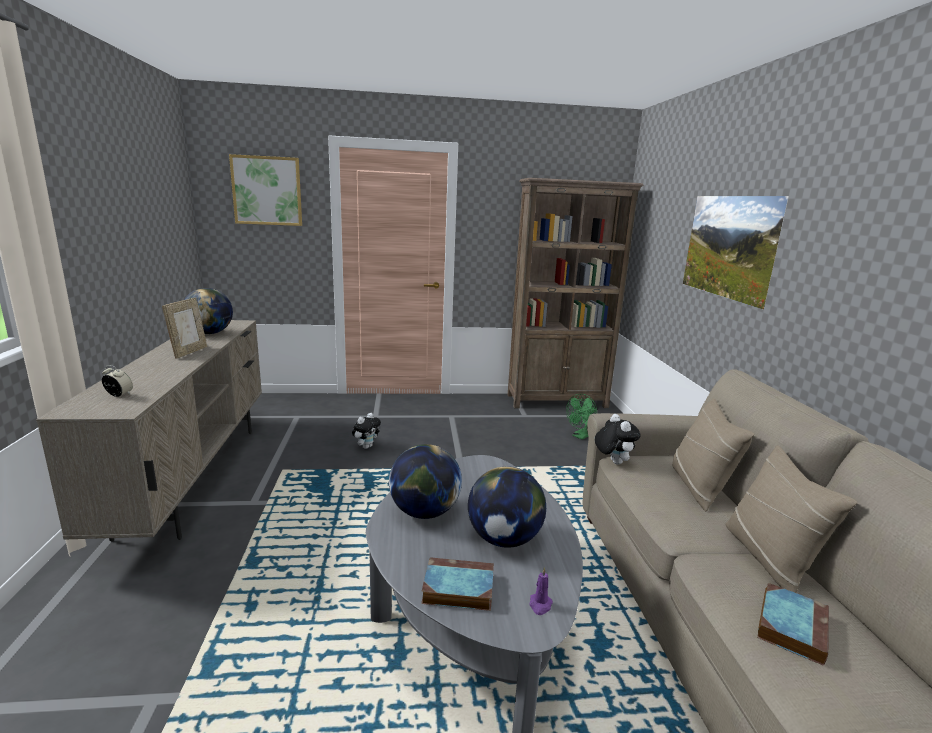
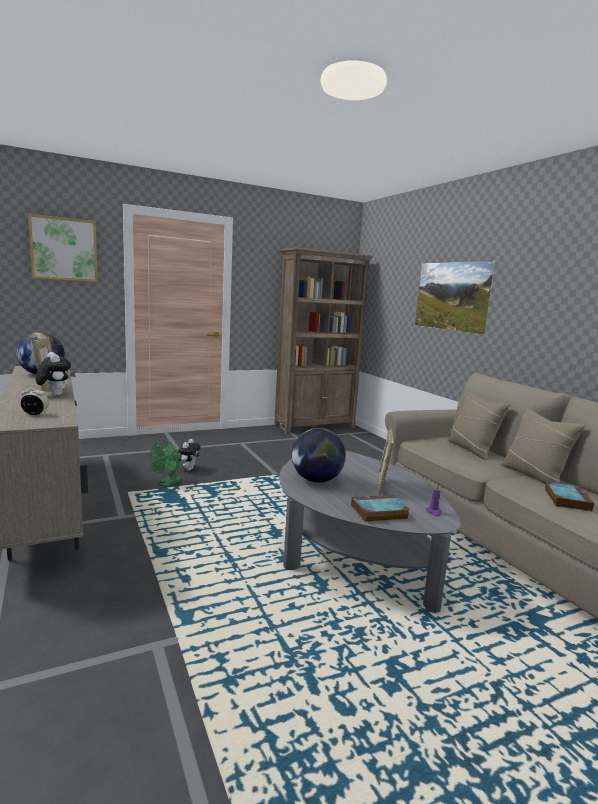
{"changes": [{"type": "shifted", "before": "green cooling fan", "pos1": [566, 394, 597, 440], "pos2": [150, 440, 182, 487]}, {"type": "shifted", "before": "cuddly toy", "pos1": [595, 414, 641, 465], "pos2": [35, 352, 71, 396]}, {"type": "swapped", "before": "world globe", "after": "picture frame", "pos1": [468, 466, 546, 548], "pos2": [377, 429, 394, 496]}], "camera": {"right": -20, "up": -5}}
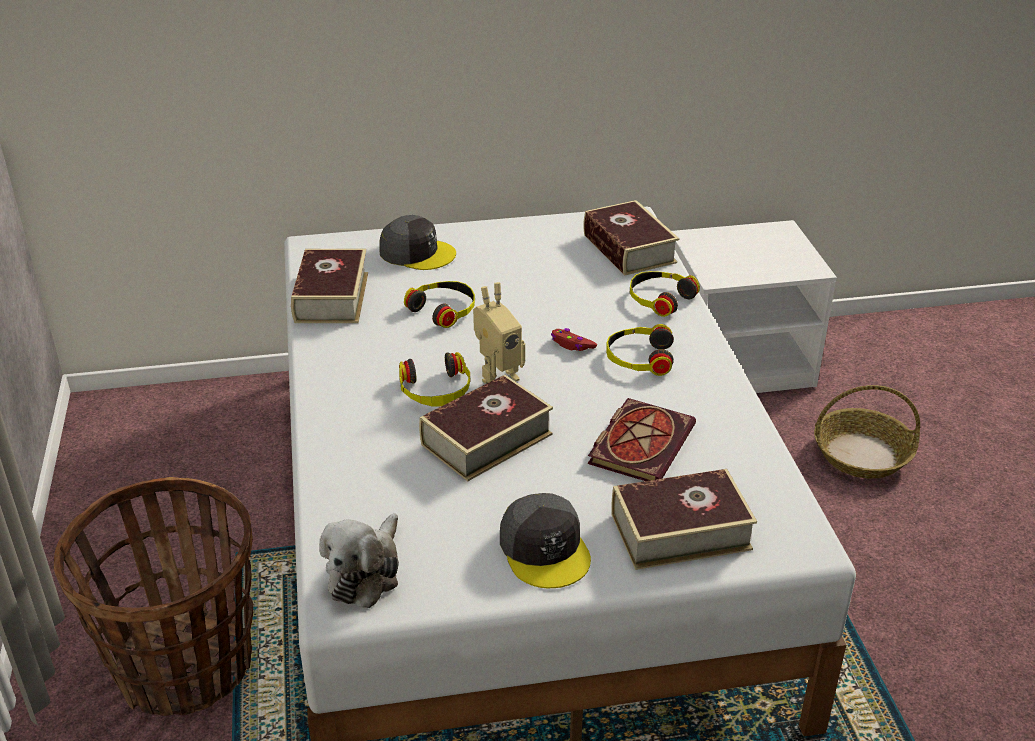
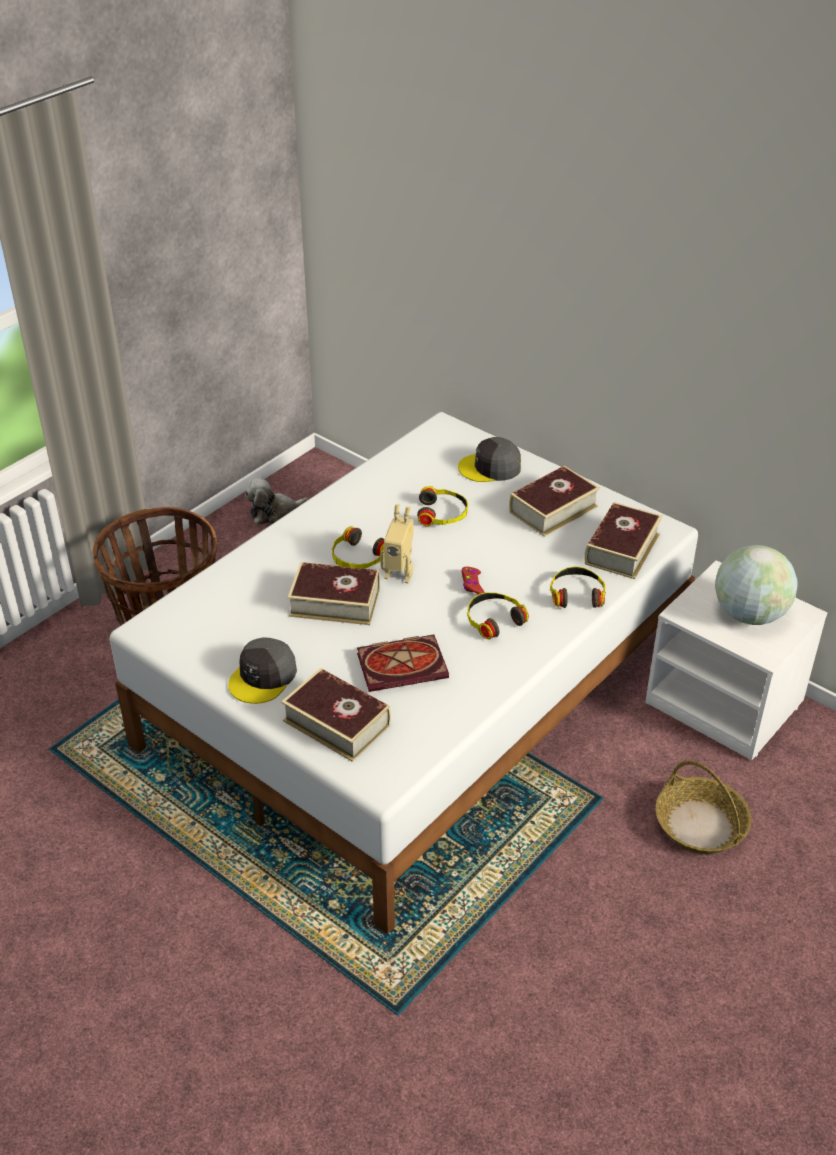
{"changes": [{"type": "new", "after": "world globe", "pos2": [715, 545, 798, 625]}, {"type": "shifted", "before": "book", "pos1": [291, 249, 368, 323], "pos2": [509, 466, 600, 537]}, {"type": "shifted", "before": "cuddly toy", "pos1": [319, 513, 399, 608], "pos2": [245, 478, 309, 524]}, {"type": "rotated", "before": "grey cap", "pos1": [379, 215, 456, 270], "pos2": [458, 437, 521, 482], "turn": 105}], "camera": {"right": 50, "up": 5}}
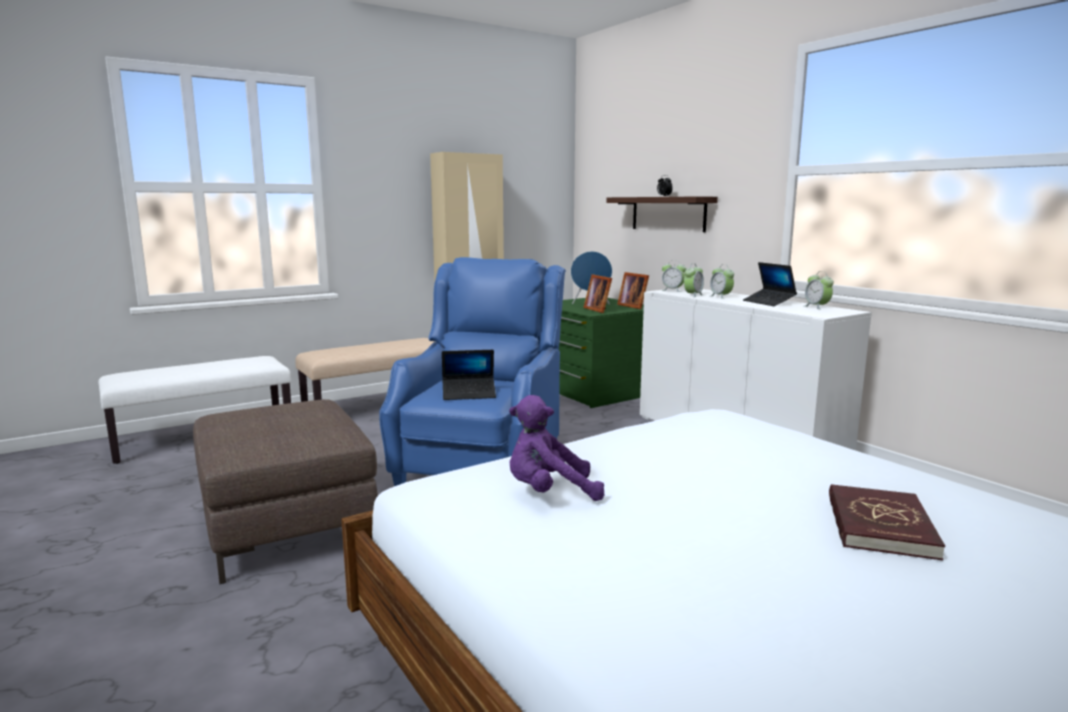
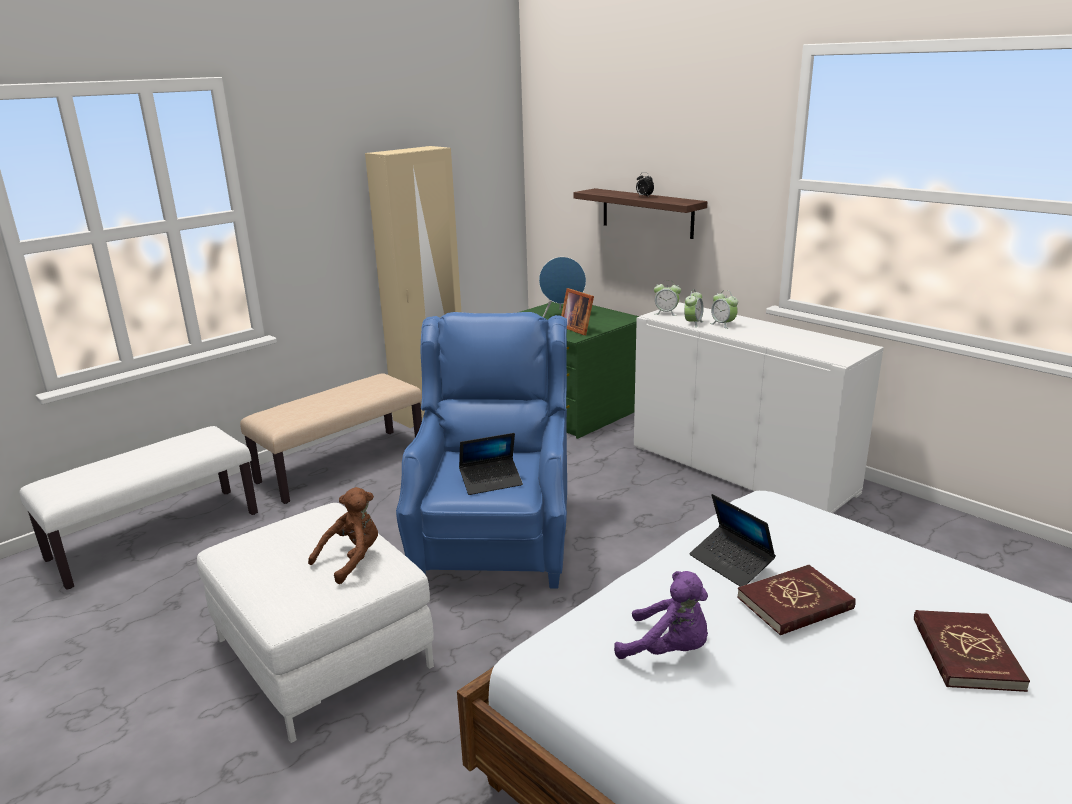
{"changes": [{"type": "gone", "before": "picture frame", "pos1": [617, 272, 649, 309]}, {"type": "gone", "before": "table clock", "pos1": [805, 271, 834, 310]}, {"type": "new", "after": "brownish cuddly toy", "pos2": [308, 487, 378, 584]}, {"type": "new", "after": "red book", "pos2": [737, 565, 856, 635]}, {"type": "shifted", "before": "laptop", "pos1": [743, 262, 797, 306], "pos2": [689, 494, 776, 587]}, {"type": "repainted", "before": "brownish footrest", "after": "white-coloured footrest", "pos1": [193, 399, 378, 584], "pos2": [197, 503, 434, 743]}, {"type": "rotated", "before": "purple-coloured cuddly toy", "pos1": [509, 395, 604, 501], "pos2": [614, 571, 708, 659], "turn": -135}], "camera": {"right": -10, "up": 10}}
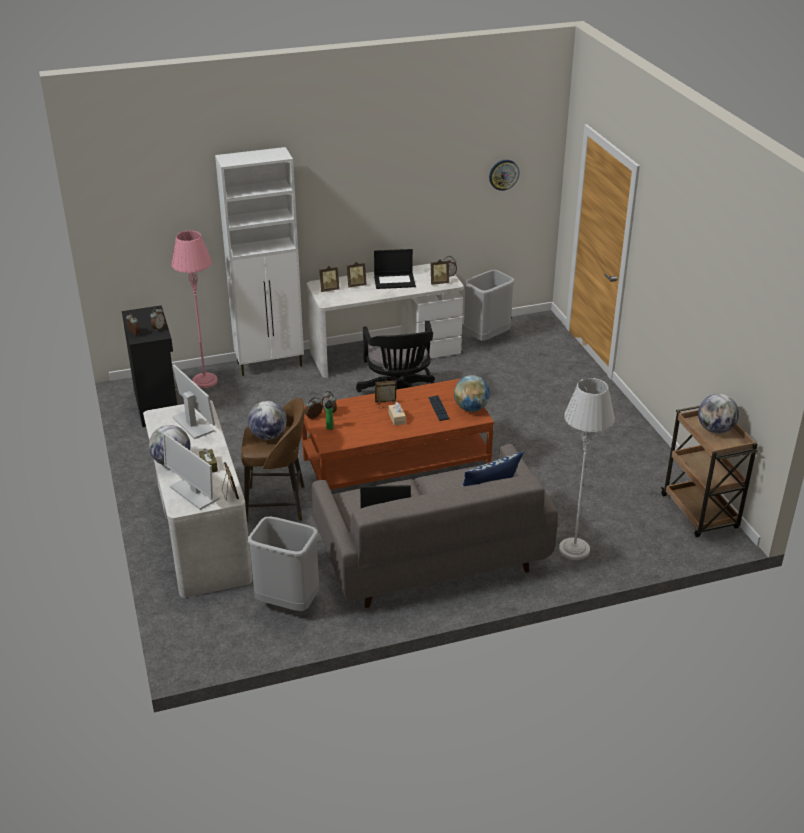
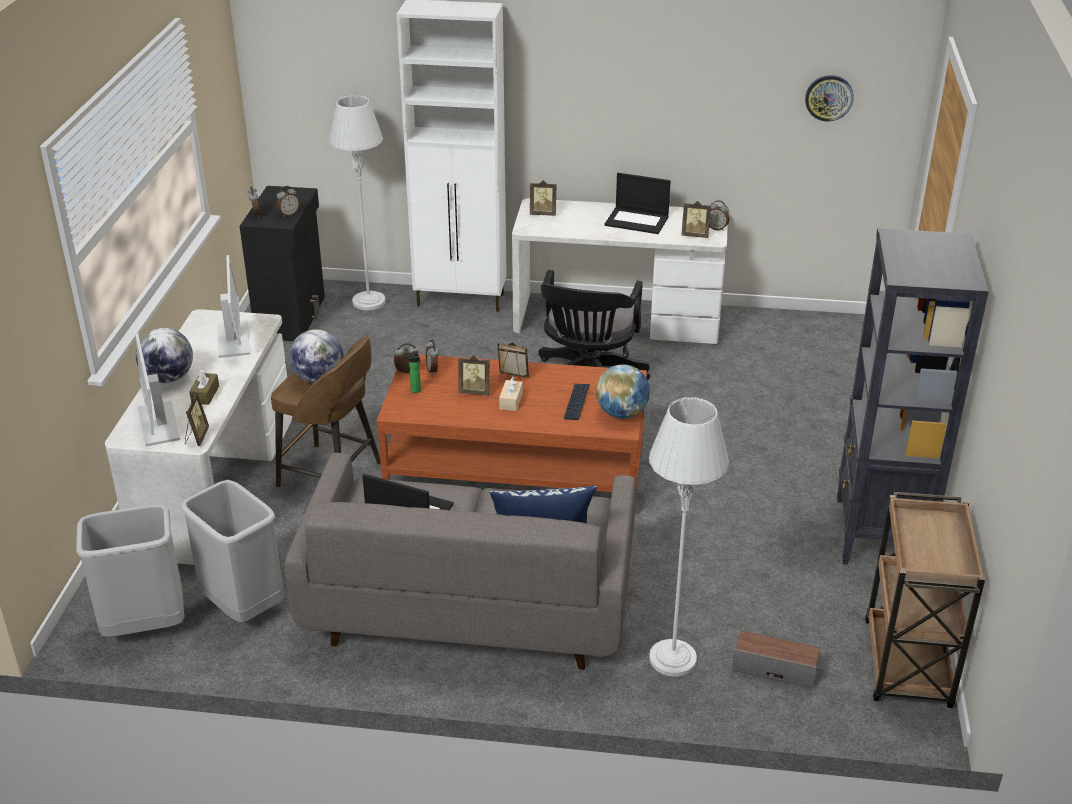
{"changes": [{"type": "gone", "before": "world globe", "pos1": [698, 394, 739, 433]}, {"type": "new", "after": "speaker", "pos2": [732, 630, 820, 688]}, {"type": "new", "after": "blackish shelving unit", "pos2": [837, 228, 989, 565]}, {"type": "shifted", "before": "picture frame", "pos1": [347, 262, 366, 287], "pos2": [458, 355, 489, 396]}, {"type": "shifted", "before": "grey trash can", "pos1": [464, 270, 515, 341], "pos2": [76, 504, 185, 637]}, {"type": "repainted", "before": "pinkish standard lamp", "after": "grey standard lamp", "pos1": [171, 231, 218, 388], "pos2": [329, 95, 386, 310]}], "camera": {"right": 25, "up": 0}}
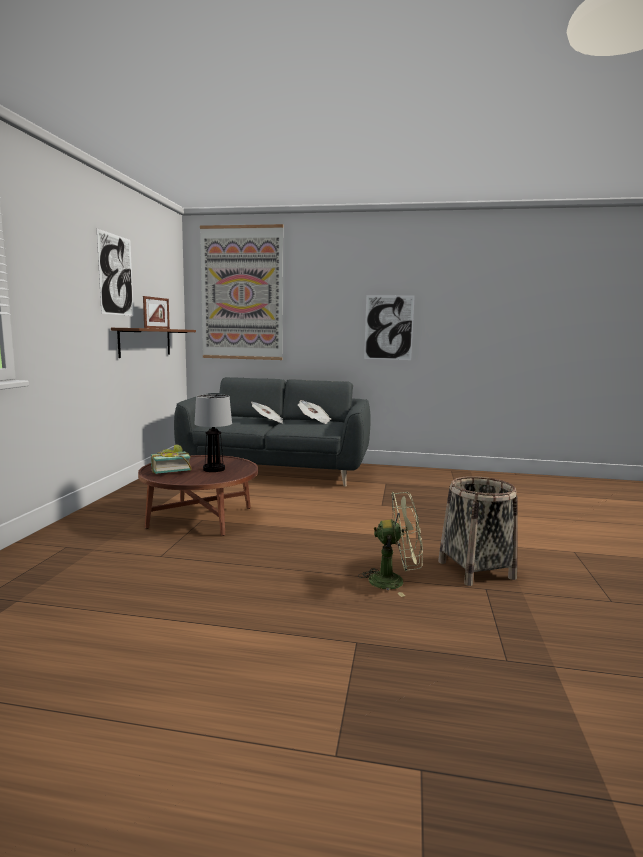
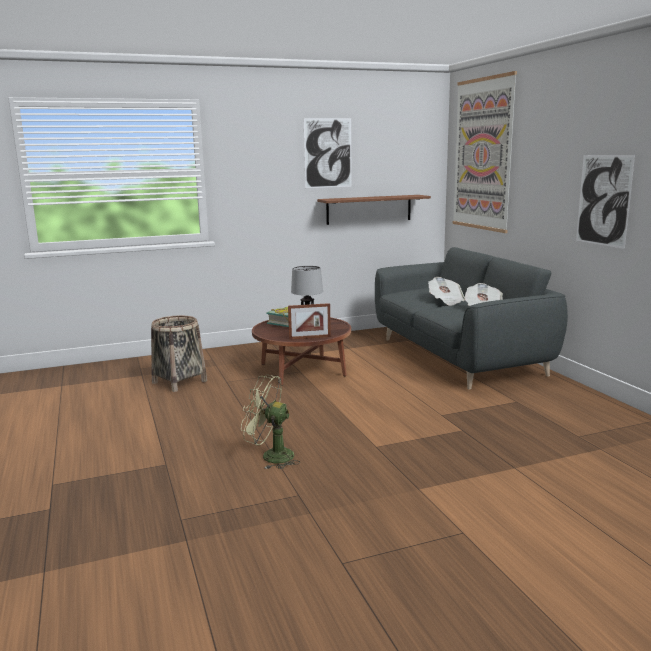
{"changes": [{"type": "shifted", "before": "picture frame", "pos1": [143, 296, 170, 329], "pos2": [288, 303, 331, 340]}, {"type": "shifted", "before": "storage basket", "pos1": [438, 476, 517, 586], "pos2": [151, 316, 207, 392]}, {"type": "rotated", "before": "green cooling fan", "pos1": [358, 492, 423, 597], "pos2": [241, 375, 300, 469], "turn": 135}], "camera": {"right": 60, "up": 5}}
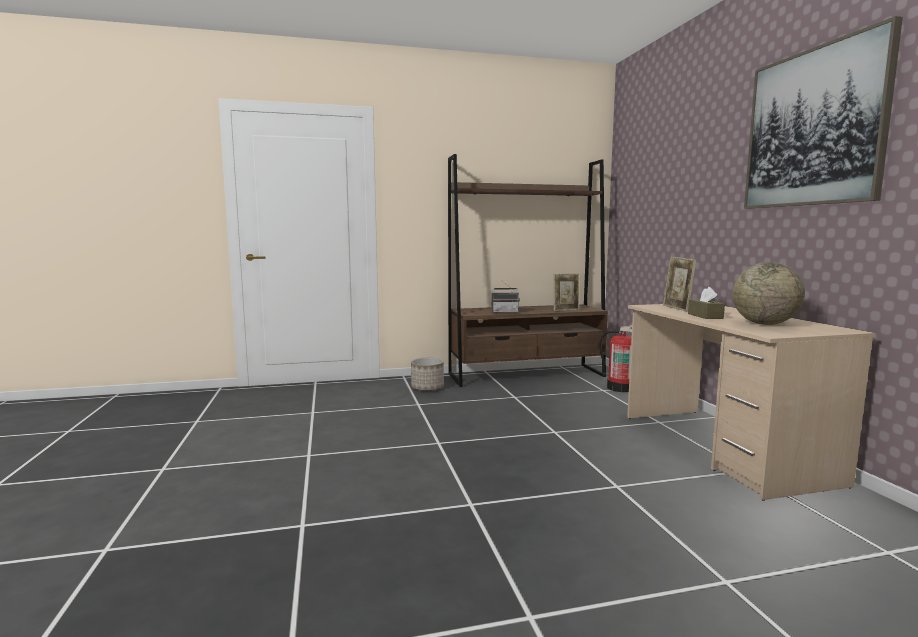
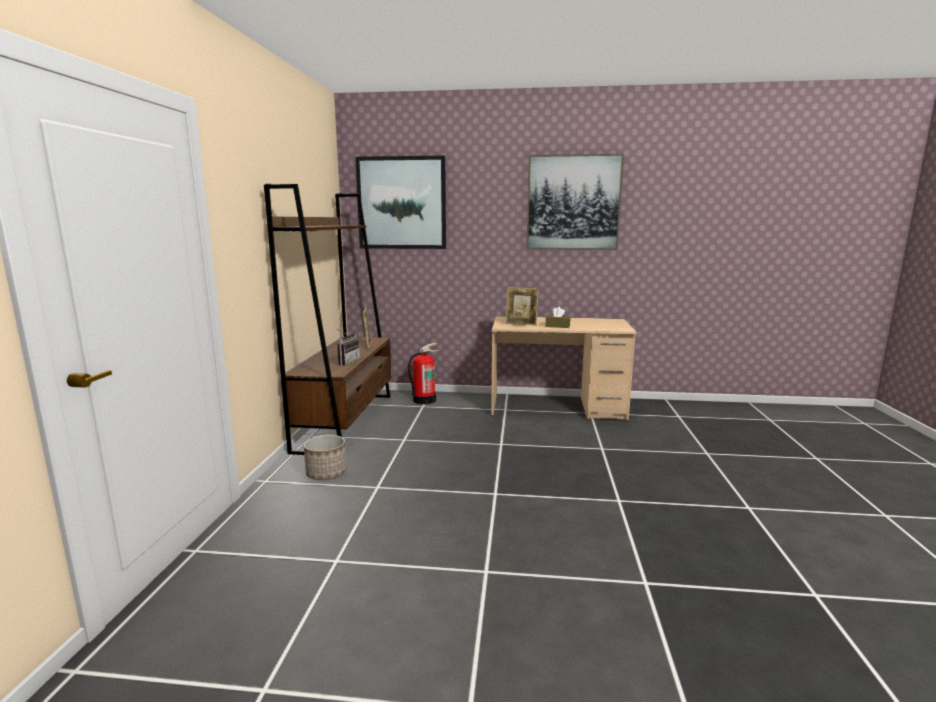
{"changes": [{"type": "gone", "before": "world globe", "pos1": [732, 262, 805, 325]}, {"type": "new", "after": "wall picture", "pos2": [355, 156, 446, 249]}], "camera": {"right": -70, "up": 5}}
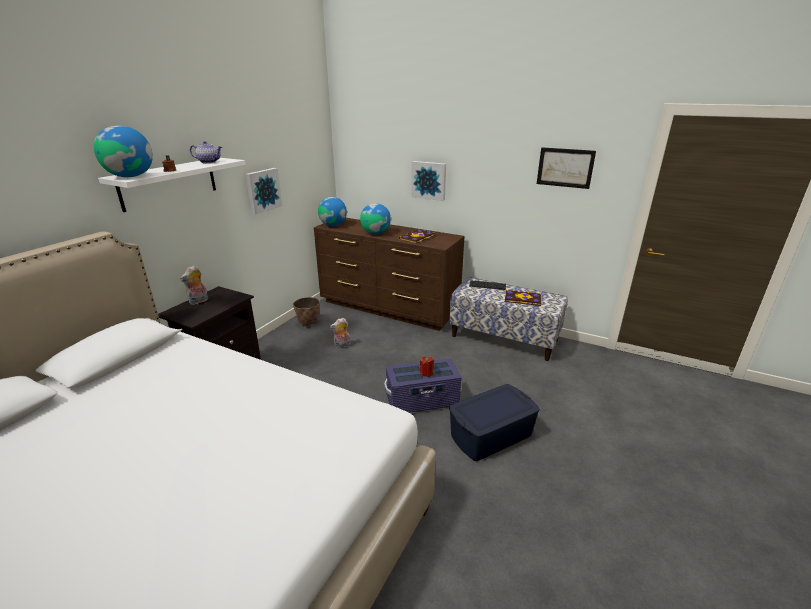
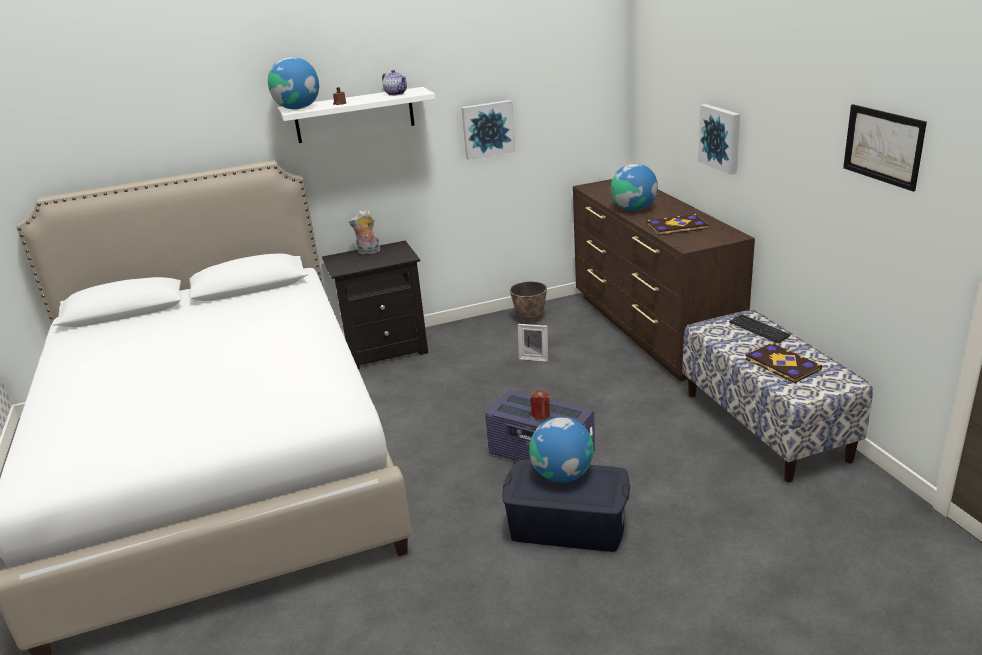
{"changes": [{"type": "shifted", "before": "world globe", "pos1": [318, 197, 347, 226], "pos2": [529, 417, 594, 482]}, {"type": "swapped", "before": "cuddly toy", "after": "picture frame", "pos1": [330, 318, 350, 348], "pos2": [518, 324, 548, 362]}], "camera": {"right": 45, "up": 0}}
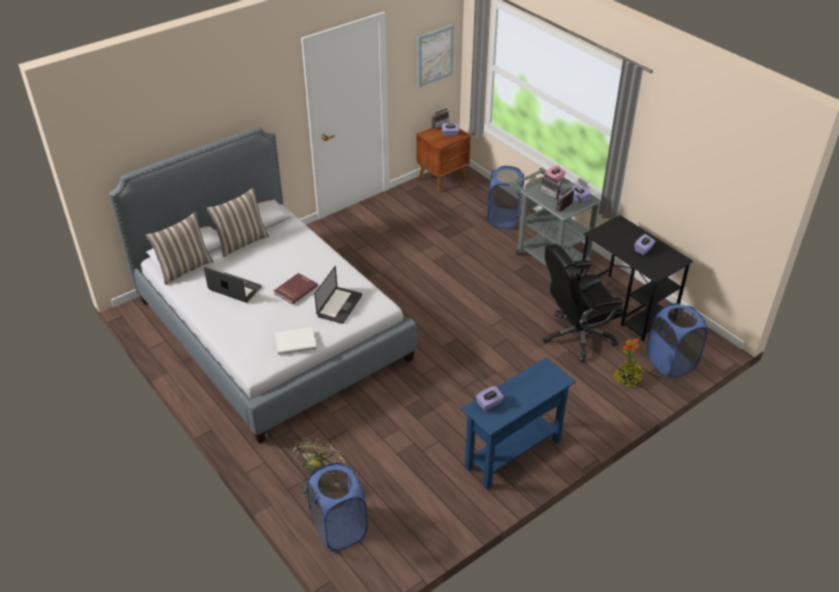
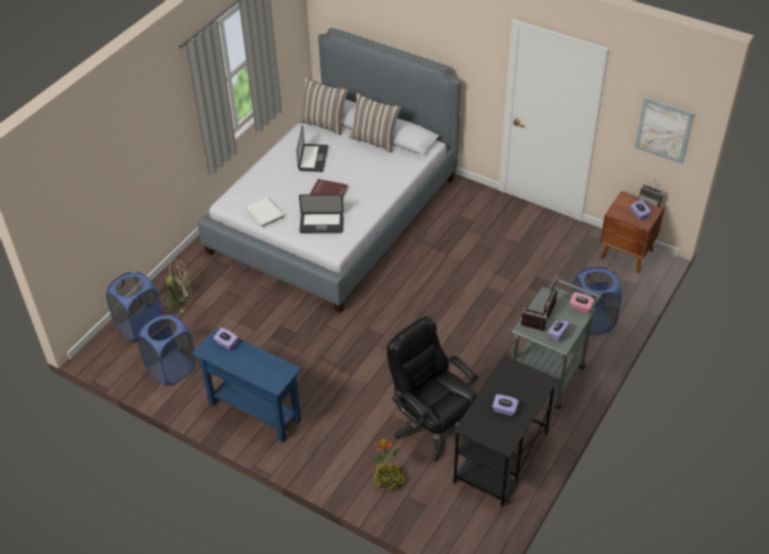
{"changes": [{"type": "shifted", "before": "bluish laundry basket", "pos1": [647, 303, 707, 378], "pos2": [137, 314, 196, 386]}], "camera": {"right": 70, "up": 5}}
